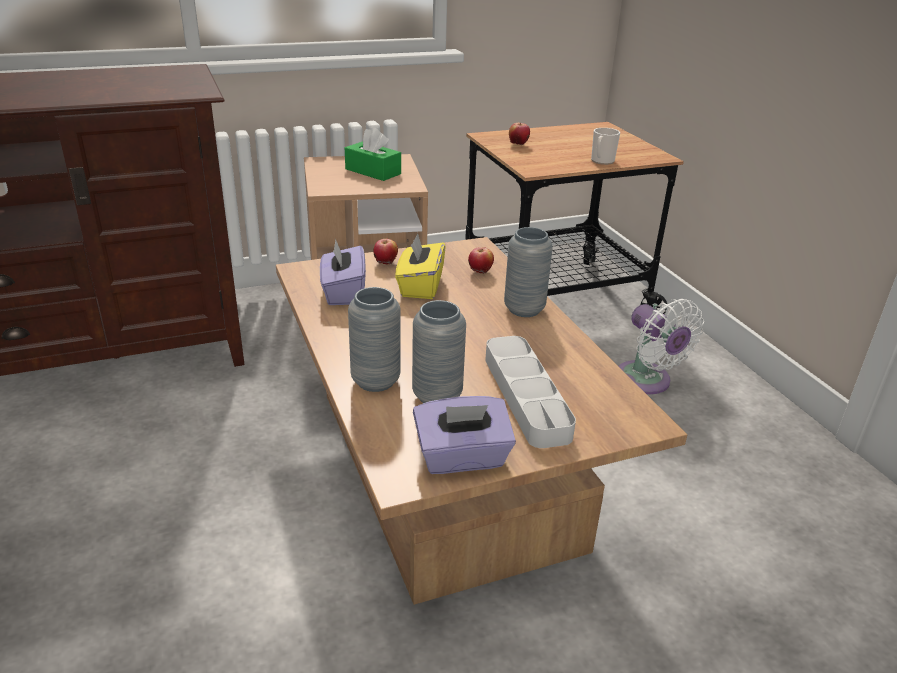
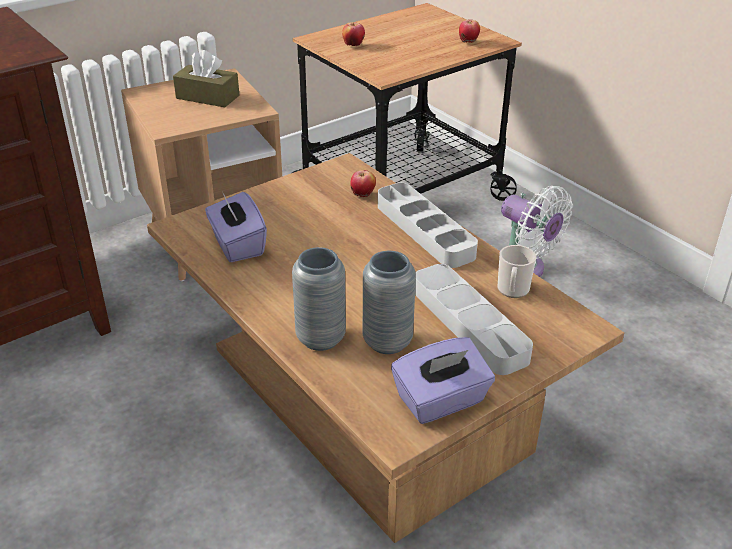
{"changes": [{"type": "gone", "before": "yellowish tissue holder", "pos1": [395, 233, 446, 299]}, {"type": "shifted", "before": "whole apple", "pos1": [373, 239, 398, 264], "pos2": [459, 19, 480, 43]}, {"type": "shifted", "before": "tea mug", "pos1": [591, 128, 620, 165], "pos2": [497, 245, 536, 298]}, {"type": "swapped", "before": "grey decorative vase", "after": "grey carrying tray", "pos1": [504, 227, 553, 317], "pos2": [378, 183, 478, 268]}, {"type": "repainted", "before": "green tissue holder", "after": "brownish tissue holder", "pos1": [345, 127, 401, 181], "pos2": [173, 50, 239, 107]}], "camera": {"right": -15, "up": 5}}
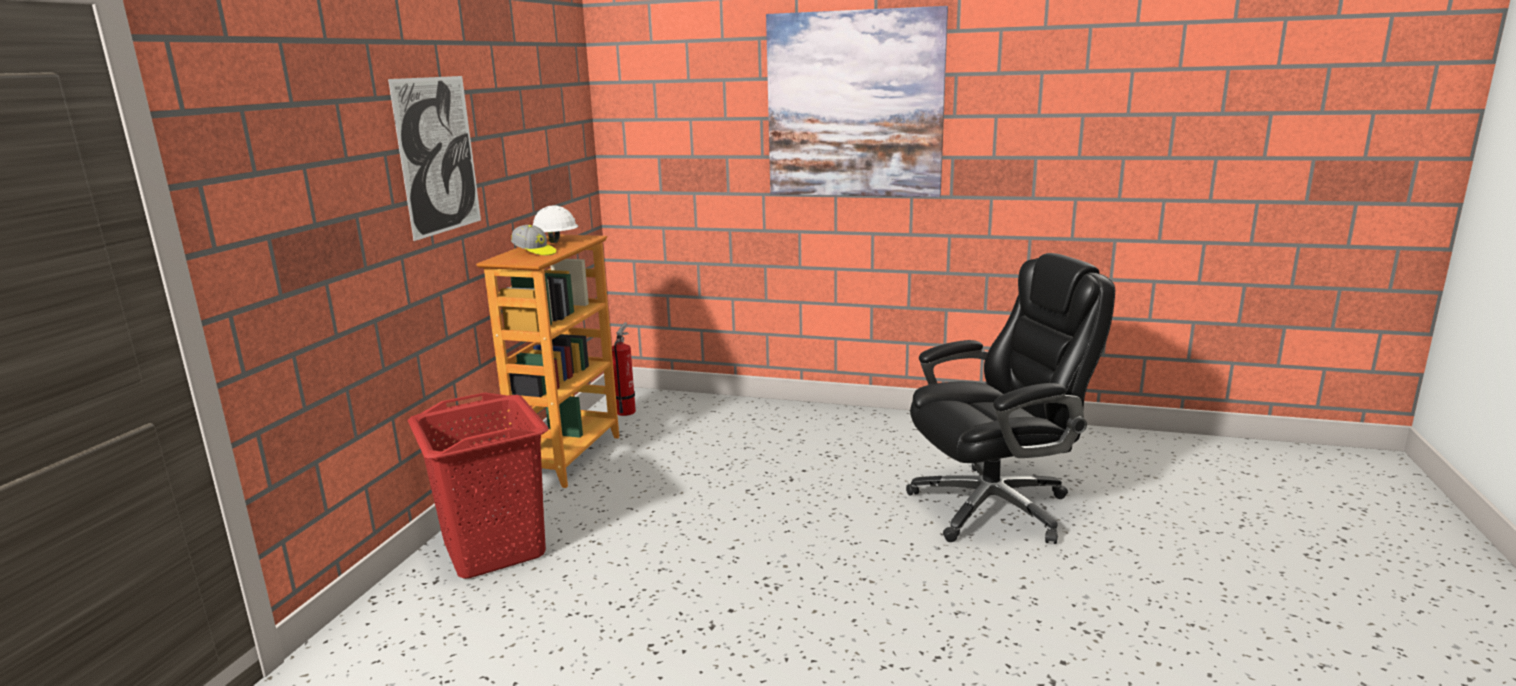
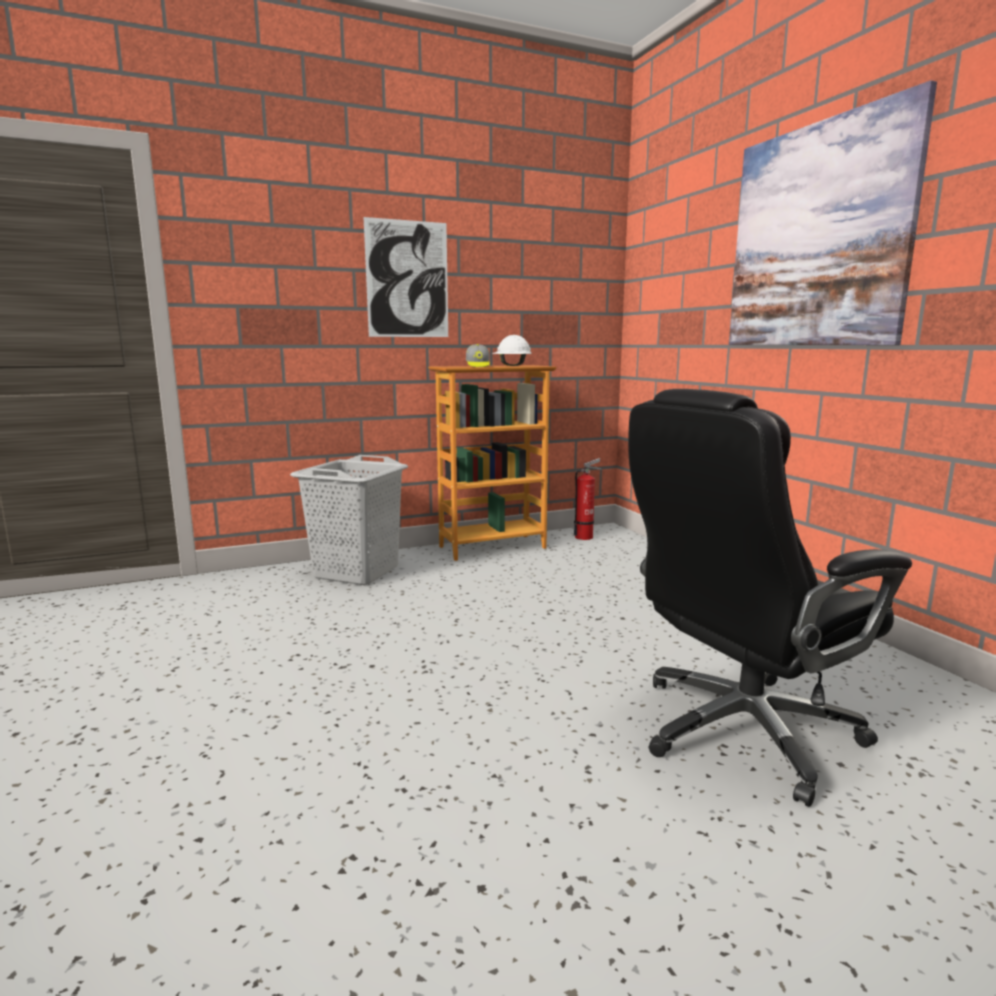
{"changes": [{"type": "repainted", "before": "red laundry basket", "after": "grey laundry basket", "pos1": [408, 392, 549, 579], "pos2": [290, 455, 408, 585]}, {"type": "rotated", "before": "blackish computer chair", "pos1": [906, 253, 1115, 544], "pos2": [628, 389, 912, 807], "turn": 120}], "camera": {"right": 50, "up": -5}}
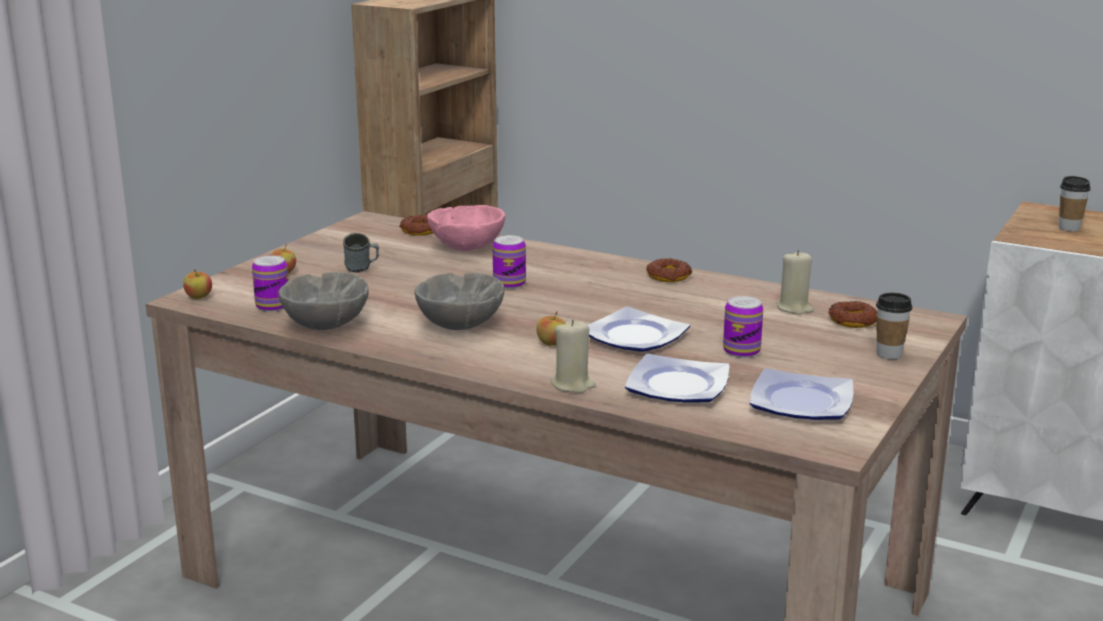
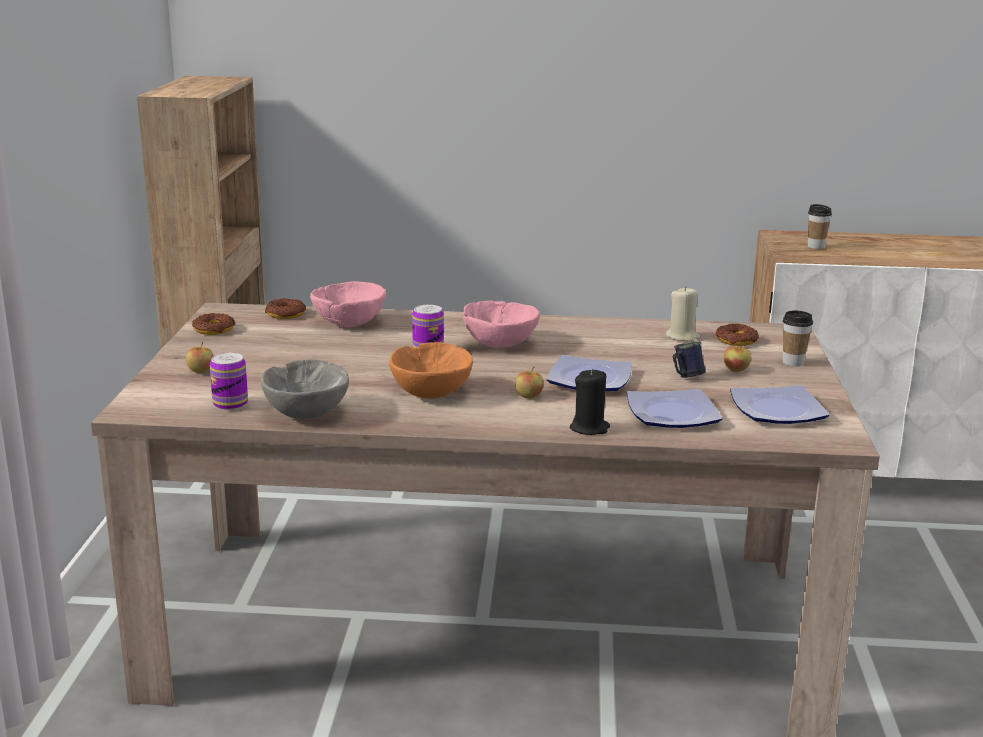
{"changes": [{"type": "gone", "before": "grey tea mug", "pos1": [343, 233, 379, 273]}, {"type": "new", "after": "pinkish serving bowl", "pos2": [463, 301, 540, 348]}, {"type": "shifted", "before": "whole apple", "pos1": [183, 269, 212, 299], "pos2": [723, 343, 751, 372]}, {"type": "shifted", "before": "ring doughnut", "pos1": [646, 258, 692, 282], "pos2": [192, 313, 235, 335]}, {"type": "swapped", "before": "can", "after": "bluish tea mug", "pos1": [723, 296, 763, 358], "pos2": [673, 341, 706, 378]}, {"type": "repainted", "before": "grey serving bowl", "after": "orange serving bowl", "pos1": [414, 273, 504, 330], "pos2": [389, 342, 473, 399]}, {"type": "repainted", "before": "beige-coloured wax candle", "after": "blackish wax candle", "pos1": [551, 320, 596, 393], "pos2": [570, 369, 610, 435]}], "camera": {"right": -25, "up": 0}}
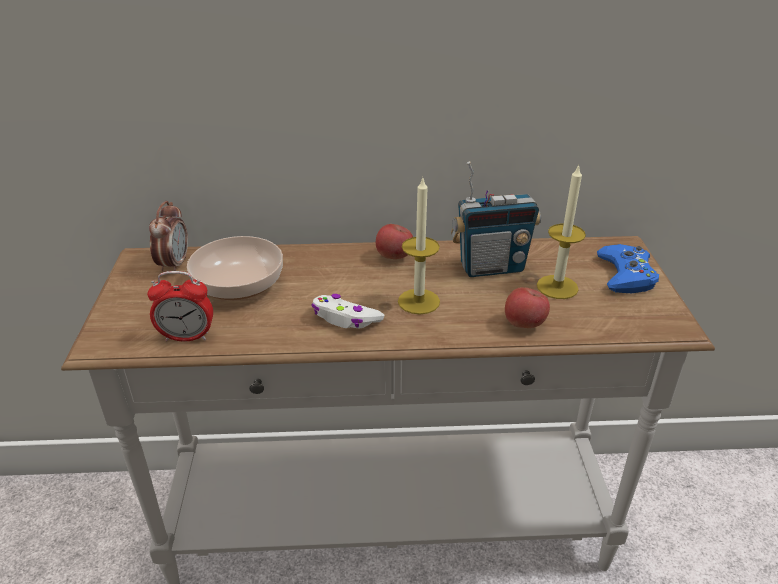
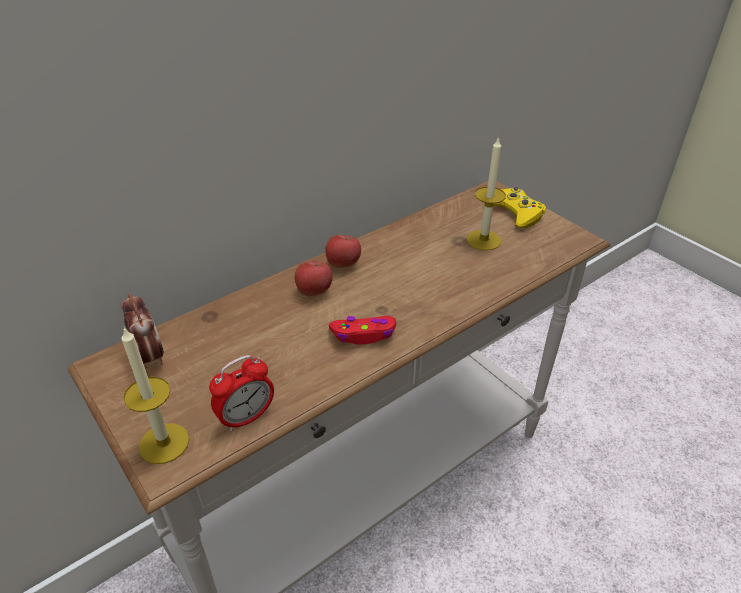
{"changes": [{"type": "gone", "before": "serving bowl", "pos1": [187, 236, 283, 300]}, {"type": "gone", "before": "radio", "pos1": [451, 161, 541, 277]}, {"type": "shifted", "before": "wax candle", "pos1": [398, 176, 440, 314], "pos2": [121, 327, 189, 464]}, {"type": "shifted", "before": "whole apple", "pos1": [505, 287, 550, 328], "pos2": [295, 261, 332, 296]}, {"type": "repainted", "before": "white-coloured gamepad", "after": "red gamepad", "pos1": [311, 294, 385, 328], "pos2": [329, 316, 396, 345]}, {"type": "repainted", "before": "bluish gamepad", "after": "yellowish gamepad", "pos1": [597, 244, 659, 293], "pos2": [493, 187, 546, 229]}], "camera": {"right": -35, "up": 5}}
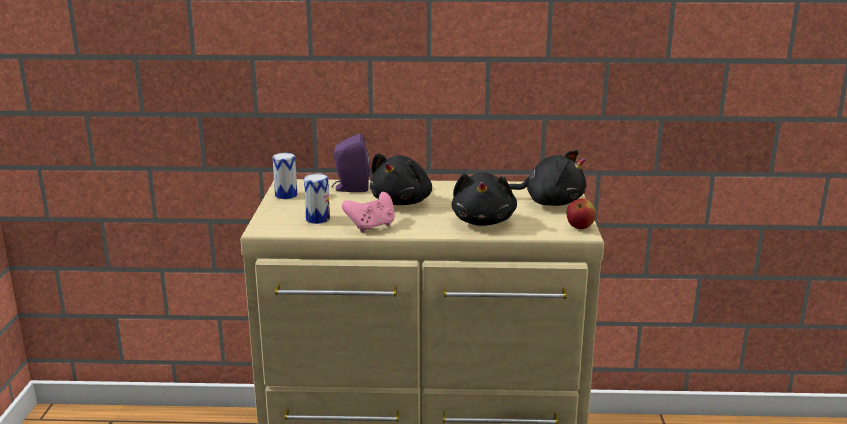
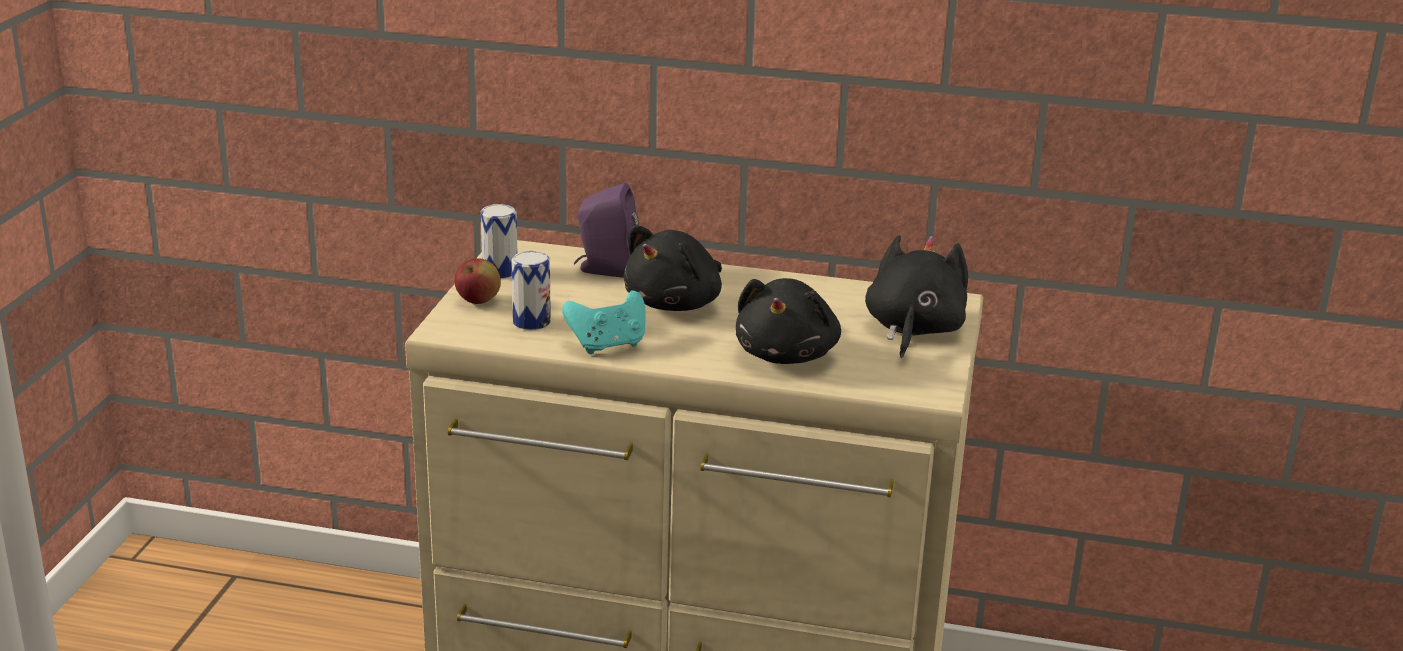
{"changes": [{"type": "shifted", "before": "whole apple", "pos1": [566, 199, 596, 229], "pos2": [455, 258, 501, 304]}, {"type": "repainted", "before": "pinkish gamepad", "after": "turquoise gamepad", "pos1": [342, 192, 395, 233], "pos2": [562, 290, 646, 354]}, {"type": "rotated", "before": "blackish cuddly toy", "pos1": [509, 150, 586, 206], "pos2": [865, 235, 968, 358], "turn": -105}], "camera": {"right": 10, "up": 5}}
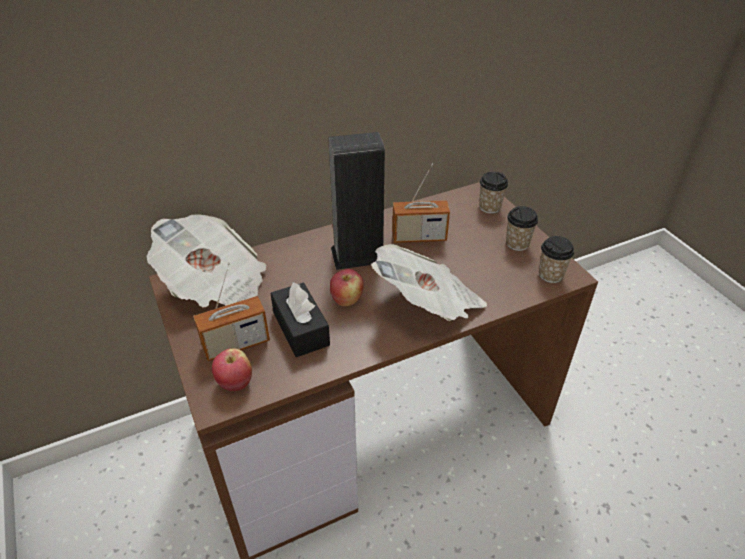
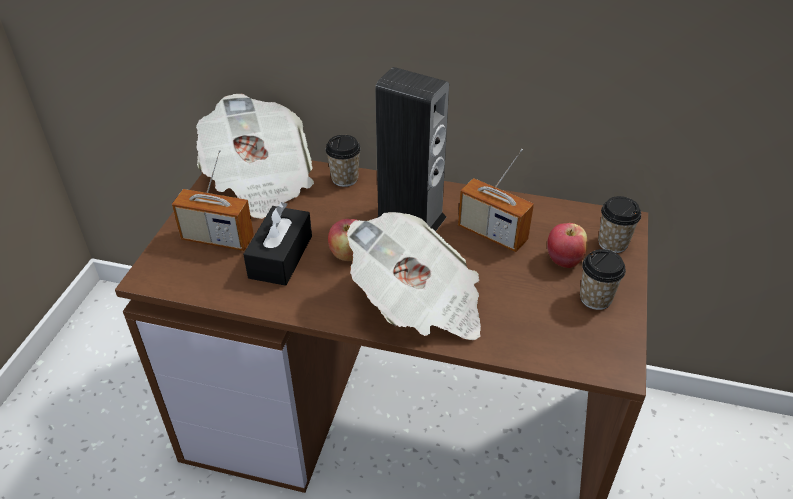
{"changes": [{"type": "shifted", "before": "whole apple", "pos1": [212, 348, 252, 391], "pos2": [547, 223, 587, 268]}, {"type": "shifted", "before": "cup", "pos1": [539, 236, 574, 283], "pos2": [325, 135, 361, 187]}], "camera": {"right": 40, "up": 0}}
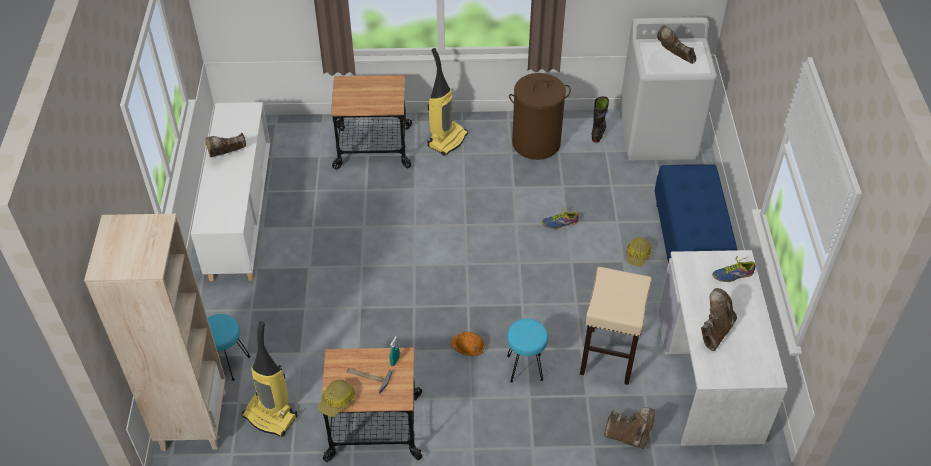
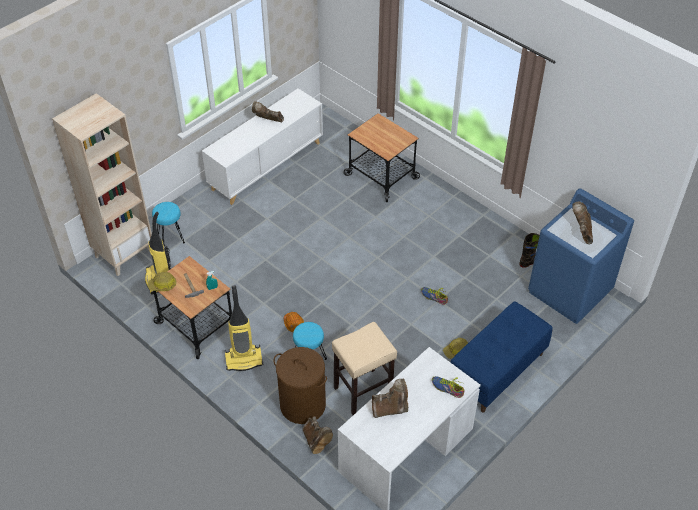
{"changes": [{"type": "shifted", "before": "vacuum", "pos1": [427, 48, 468, 156], "pos2": [225, 286, 263, 371]}, {"type": "shifted", "before": "brownish laundry basket", "pos1": [509, 73, 571, 160], "pos2": [274, 347, 327, 424]}, {"type": "repainted", "before": "white-coloured laundry machine", "after": "bluish laundry machine", "pos1": [619, 17, 717, 160], "pos2": [528, 188, 634, 324]}], "camera": {"right": 45, "up": 0}}
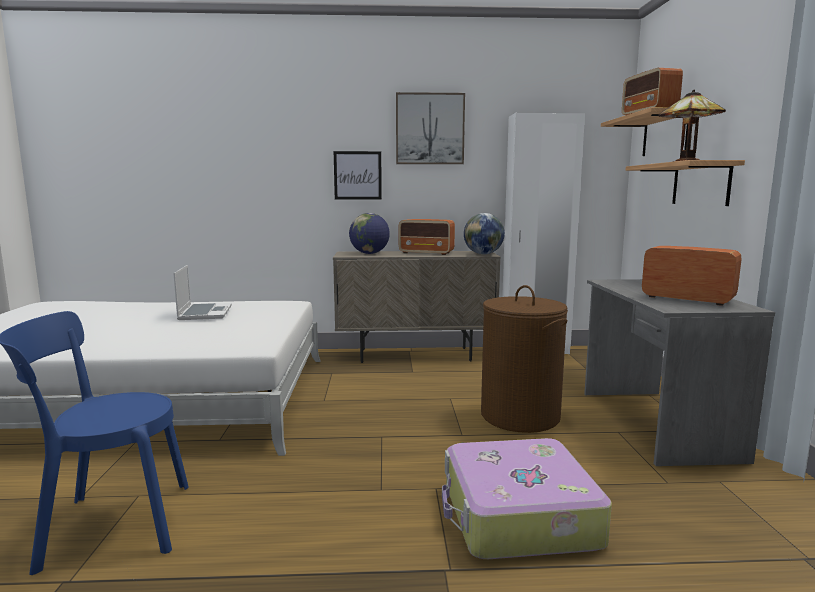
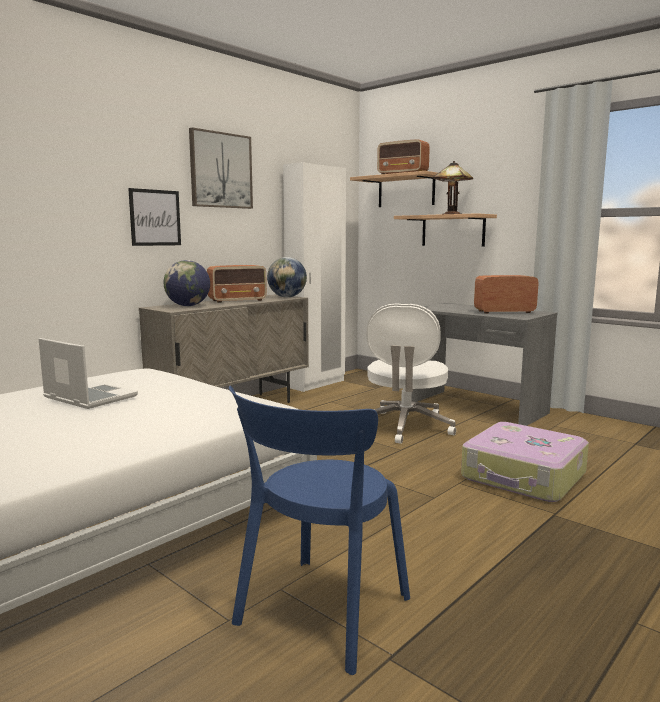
{"changes": [{"type": "swapped", "before": "brownish laundry basket", "after": "white-coloured computer chair", "pos1": [481, 285, 568, 433], "pos2": [366, 303, 456, 444]}], "camera": {"right": -45, "up": 0}}
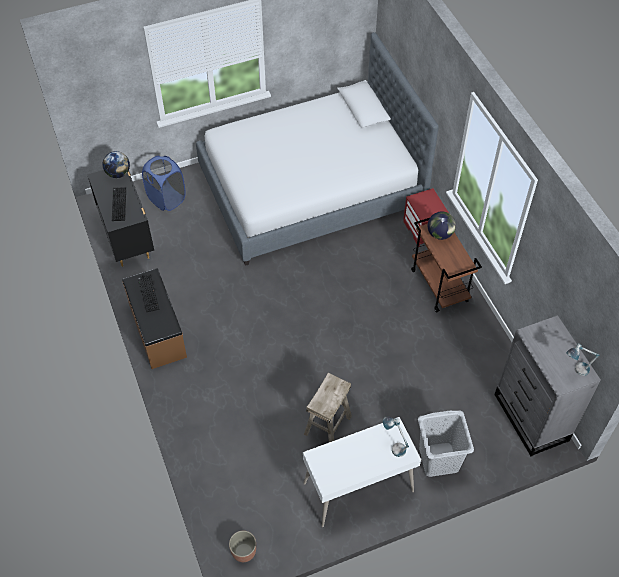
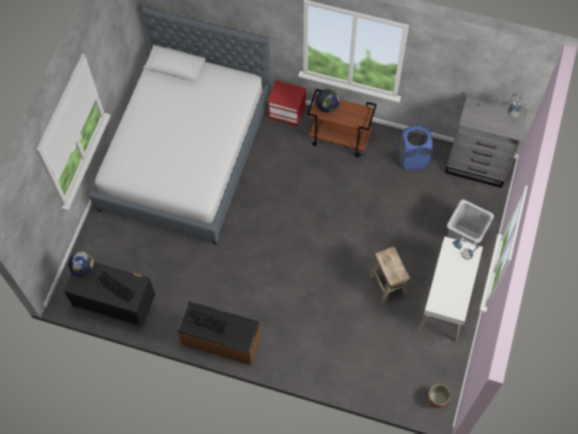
{"changes": [{"type": "shifted", "before": "bluish laundry basket", "pos1": [142, 156, 186, 211], "pos2": [398, 125, 433, 170]}], "camera": {"right": -50, "up": 10}}
